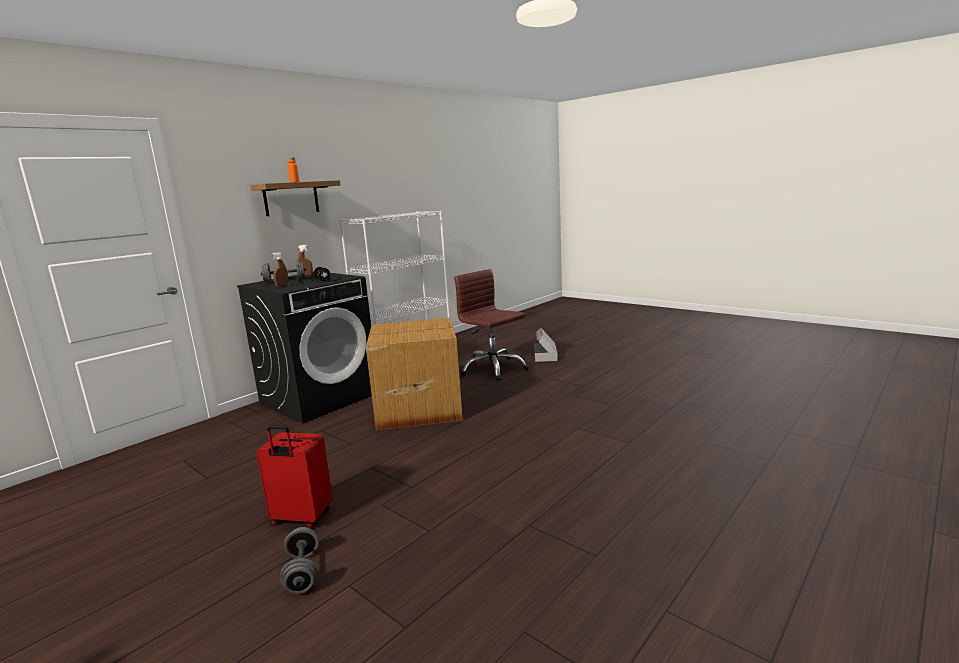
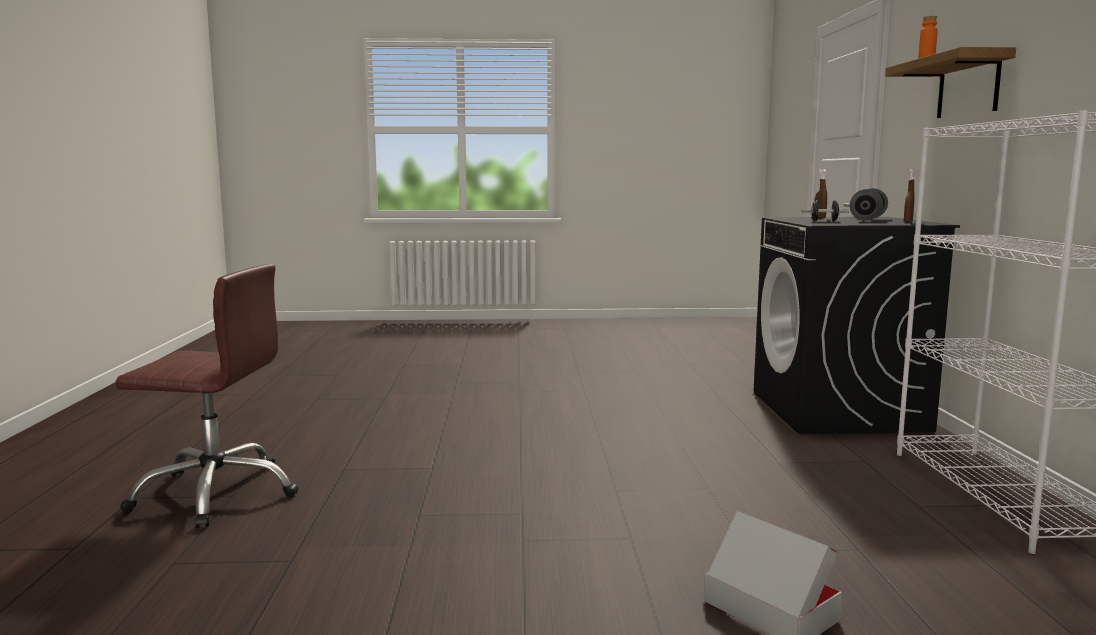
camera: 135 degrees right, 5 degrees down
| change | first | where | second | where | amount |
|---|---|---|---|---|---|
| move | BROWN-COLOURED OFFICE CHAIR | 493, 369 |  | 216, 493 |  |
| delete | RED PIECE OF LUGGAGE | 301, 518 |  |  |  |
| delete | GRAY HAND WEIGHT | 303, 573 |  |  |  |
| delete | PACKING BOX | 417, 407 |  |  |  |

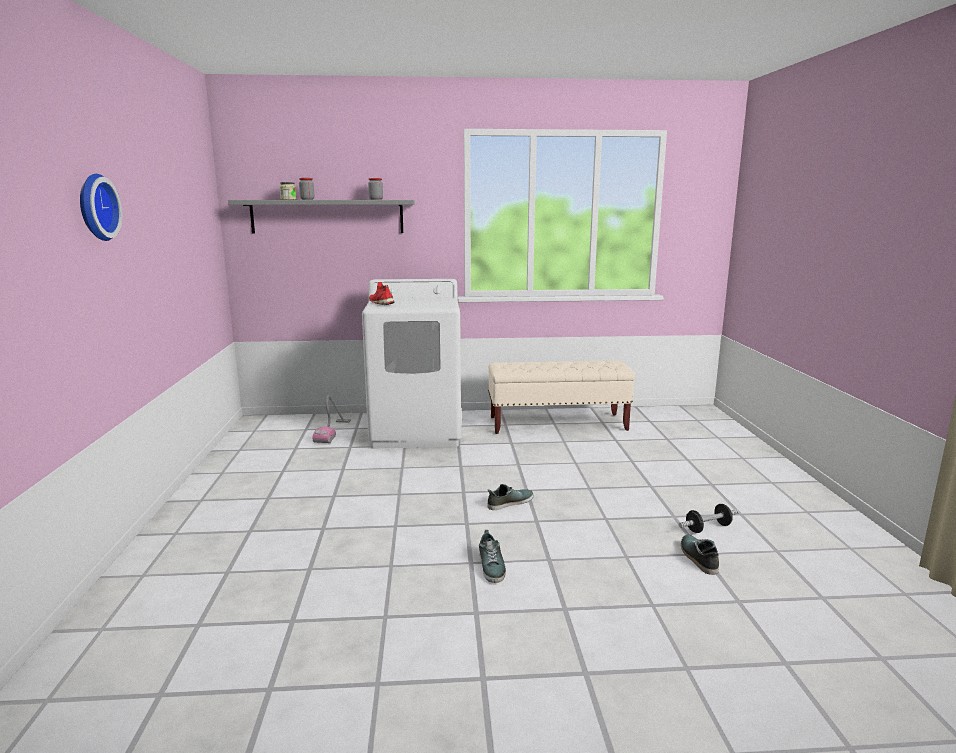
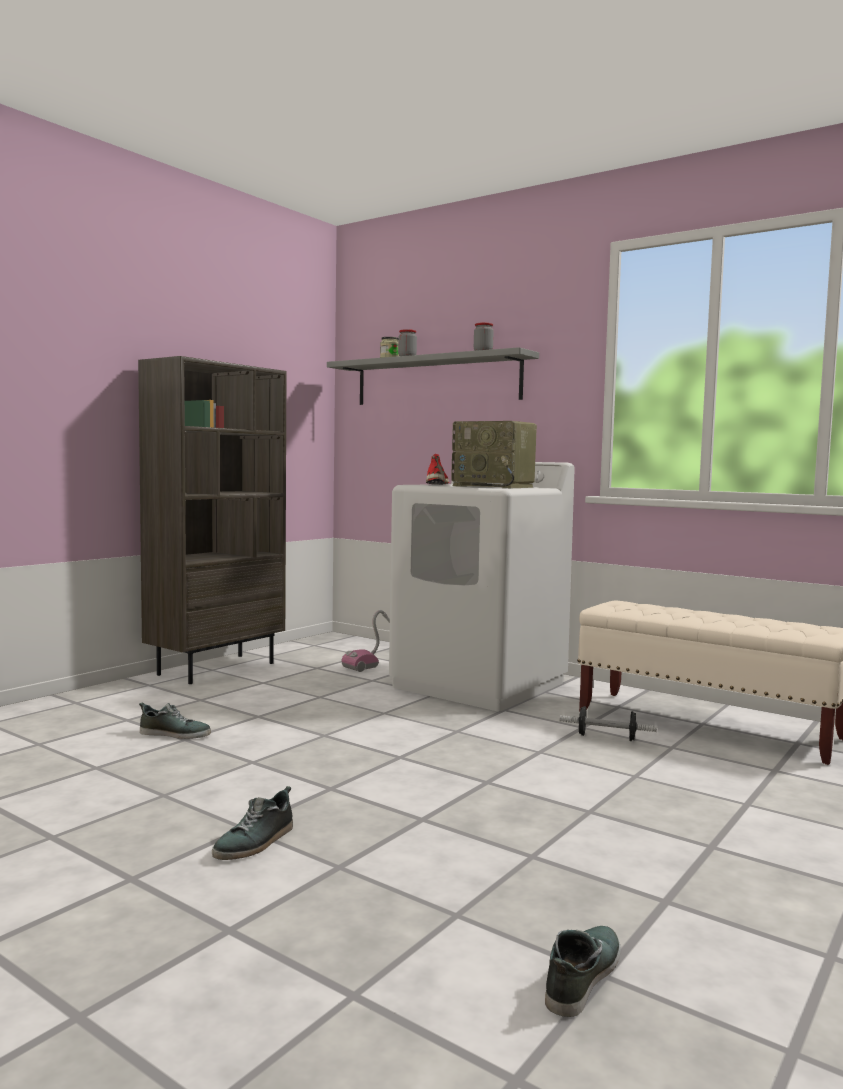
camera: 40 degrees right, 10 degrees down
| change | first | where | second | where | amount |
|---|---|---|---|---|---|
| insert |  |  | BROWN-COLOURED BOOKCASE | 216, 668 |  |
| move | ITEM OF FOOTWEAR | 510, 502 |  | 175, 733 |  |
| insert |  |  | RADIO SET | 495, 487 |  |
| move | HAND WEIGHT | 708, 528 |  | 606, 737 |  |
| delete | WALL CLOCK | 95, 207 |  |  |  |

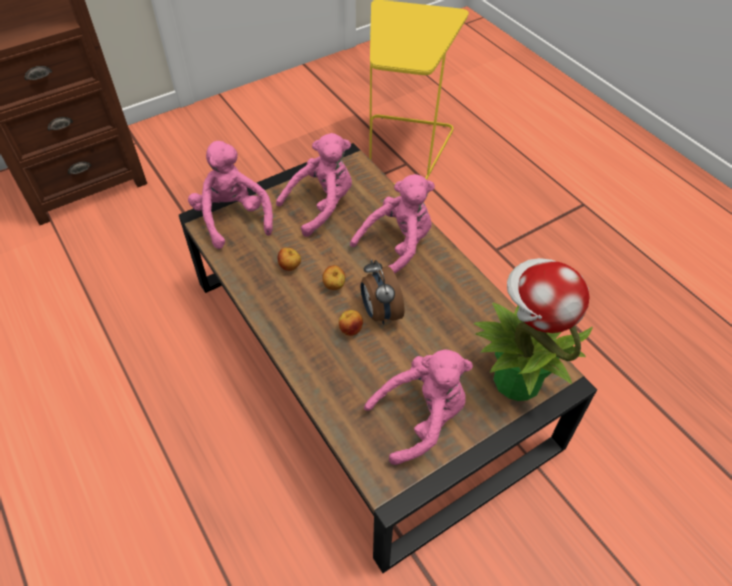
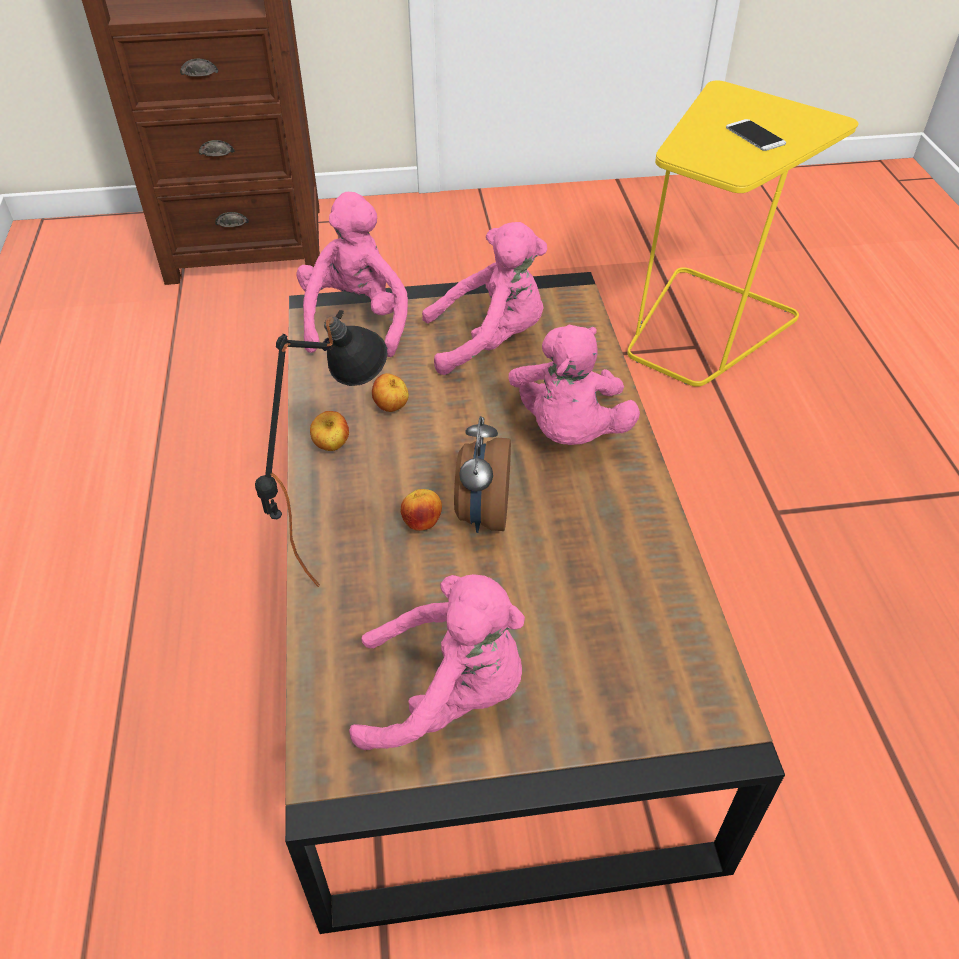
camera: 25 degrees right, 5 degrees down
| change | first | where | second | where | amount |
|---|---|---|---|---|---|
| insert |  |  | BLACK-COLOURED LAMP FOR A TABLE | 338, 536 |  |
| move | APPLE | 334, 286 |  | 332, 446 |  |
| rotate | PINK-COLOURED CUDDLY TOY | 397, 247 |  | 568, 431 | 105 degrees clockwise |
| insert |  |  | TELEPHONE | 755, 136 |  |
| delete | HOUSEPLANT | 515, 378 |  |  |  |

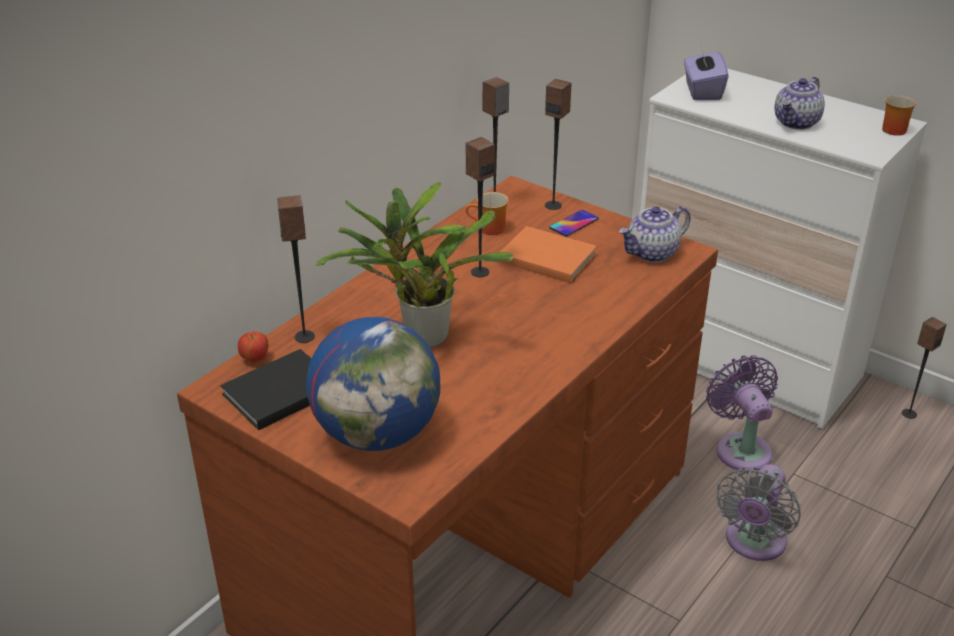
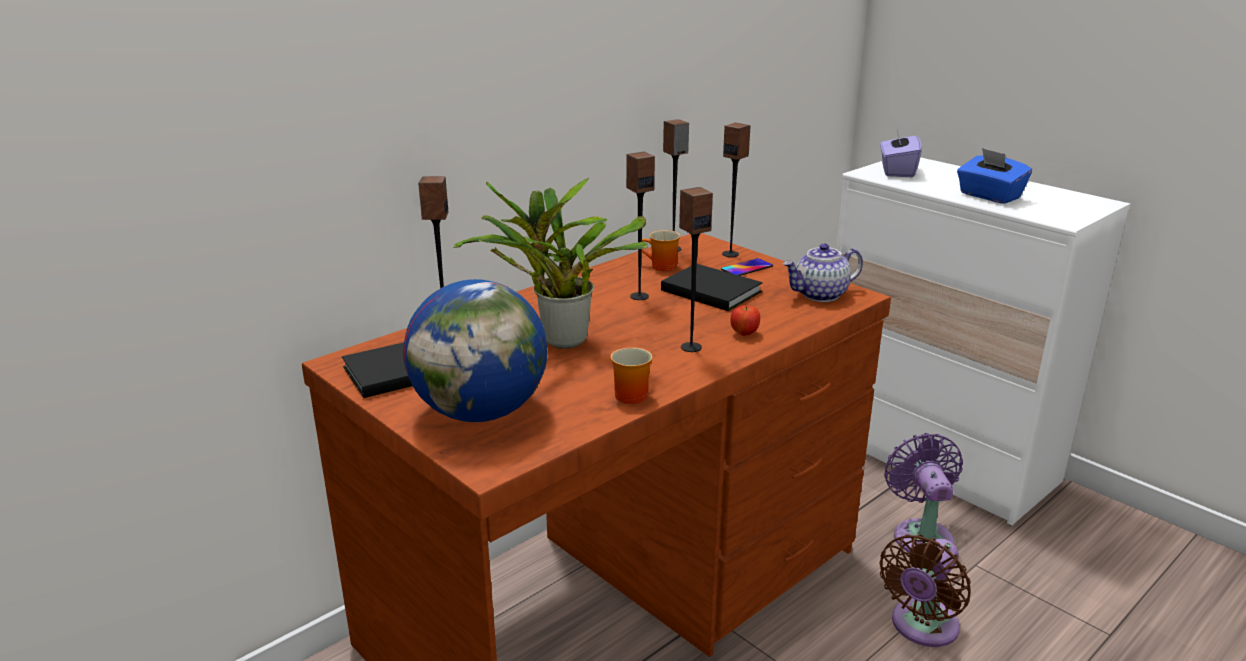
camera: 10 degrees right, 10 degrees down
| change | first | where | second | where | amount |
|---|---|---|---|---|---|
| move | TEA MUG | 892, 129 |  | 631, 393 |  |
| recolor | ORANGEY BOUND BOOK | 546, 257 | BLACK-COLOURED BOUND BOOK | 710, 290 |  |
| move | SPEAKER | 908, 413 |  | 691, 347 |  |
| move | APPLE | 255, 359 |  | 744, 334 |  |
| recolor | GRAY COOLING FAN | 753, 543 | BROWN-COLOURED COOLING FAN | 921, 627 |  |
| replace | TEA POT | 797, 123 | BLUE-COLOURED BOX OF TISSUES | 989, 196 |  |

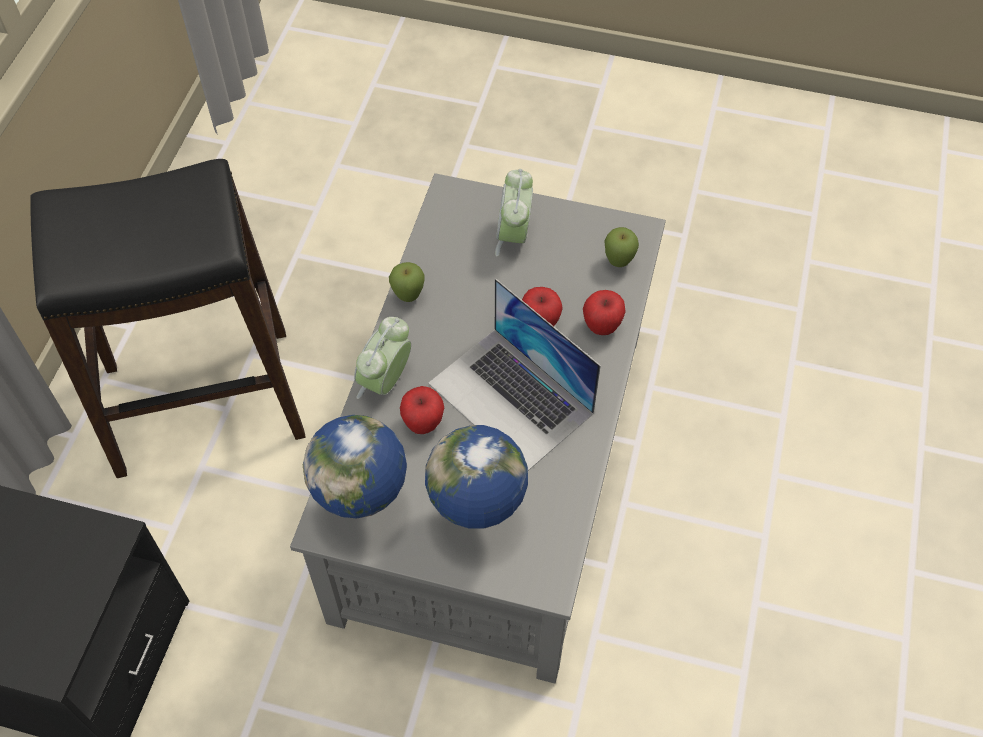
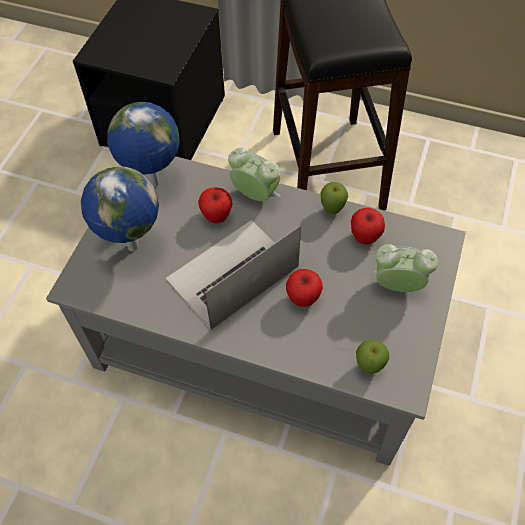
camera: 95 degrees right, 0 degrees up
| change | first | where | second | where | amount |
|---|---|---|---|---|---|
| move | APPLE | 601, 326 |  | 365, 237 |  |

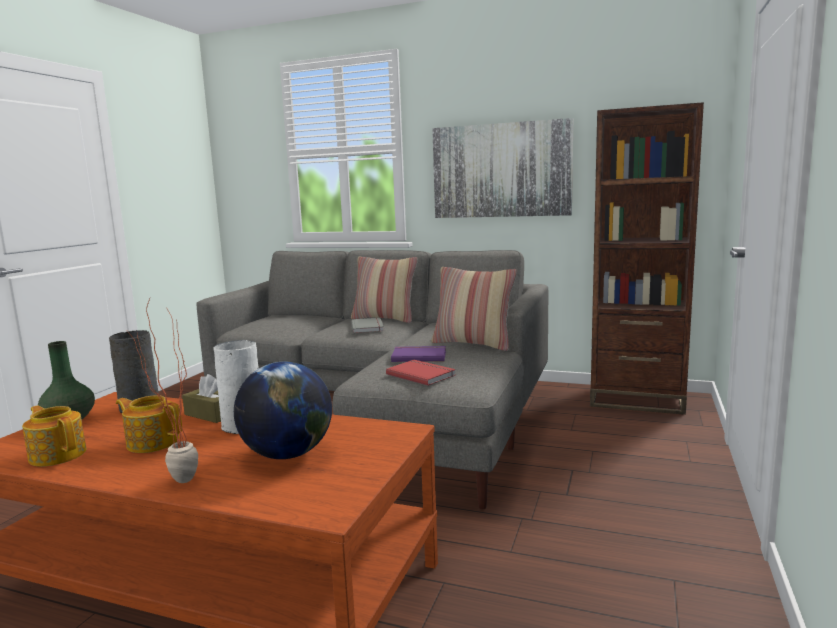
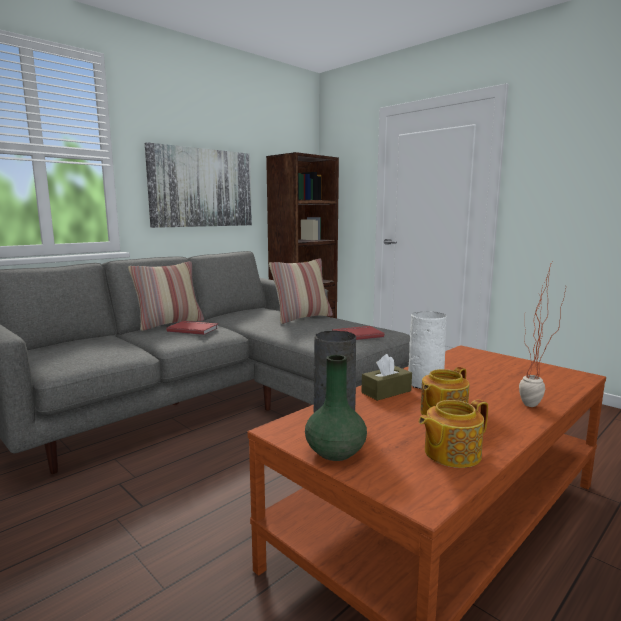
camera: 65 degrees left, 0 degrees up
| change | first | where | second | where | amount |
|---|---|---|---|---|---|
| recolor | GRAY BOUND BOOK | 368, 327 | RED BOUND BOOK | 193, 329 |  |
| delete | WORLD GLOBE | 287, 454 |  |  |  |
| delete | PURPLE-COLOURED BOUND BOOK | 419, 356 |  |  |  |

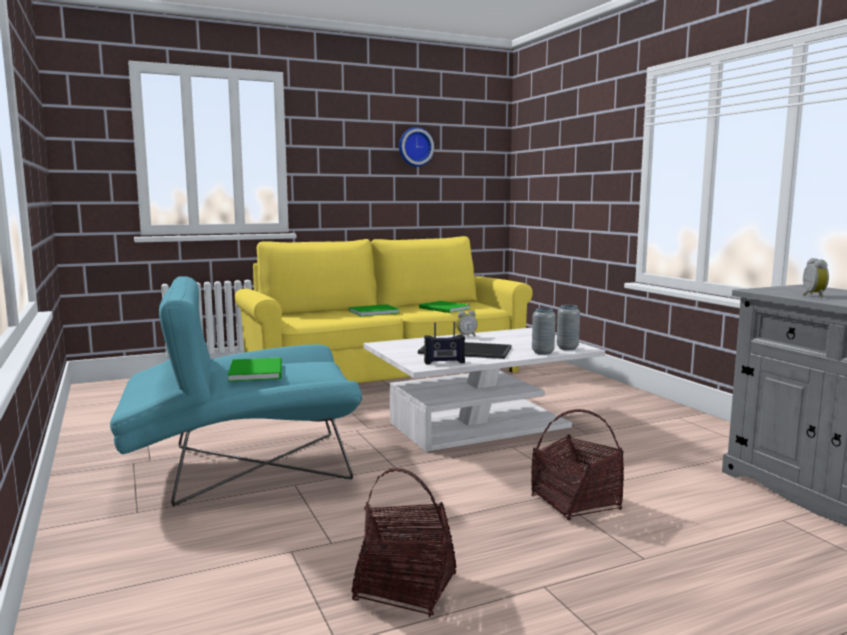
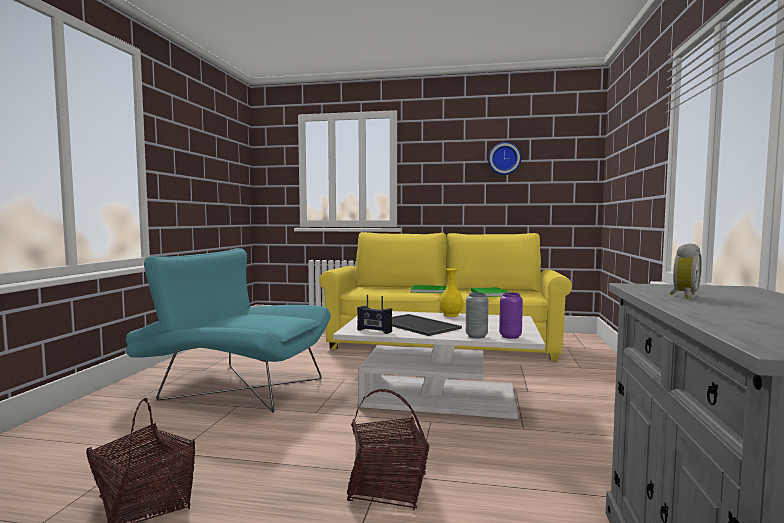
camera: 35 degrees right, 5 degrees down
| change | first | where | second | where | amount |
|---|---|---|---|---|---|
| replace | BEDSIDE CLOCK | 466, 336 | YELLOW-COLOURED DECORATIVE VASE | 451, 315 |  |
| recolor | GRAY DECORATIVE VASE | 567, 348 | PURPLE-COLOURED DECORATIVE VASE | 510, 336 |  |
| delete | GREENISH BOUND BOOK | 258, 371 |  |  |  |

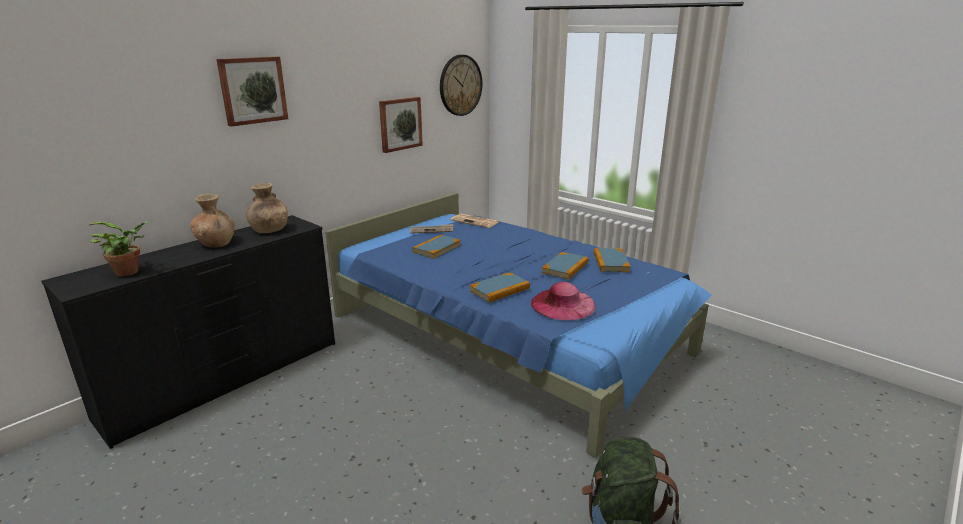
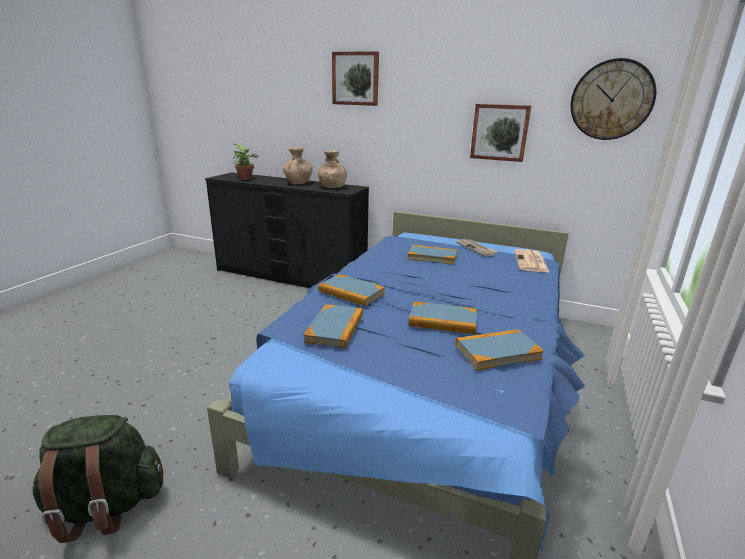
camera: 70 degrees right, 0 degrees up
| change | first | where | second | where | amount |
|---|---|---|---|---|---|
| replace | PINK-COLOURED HAT | 563, 304 | BOUND BOOK | 335, 328 |  |

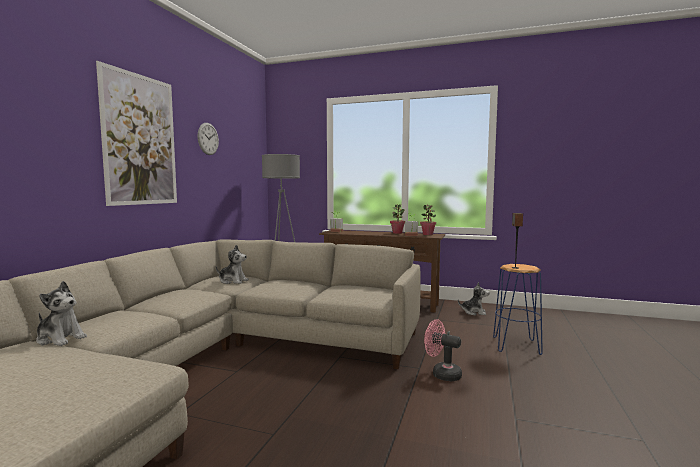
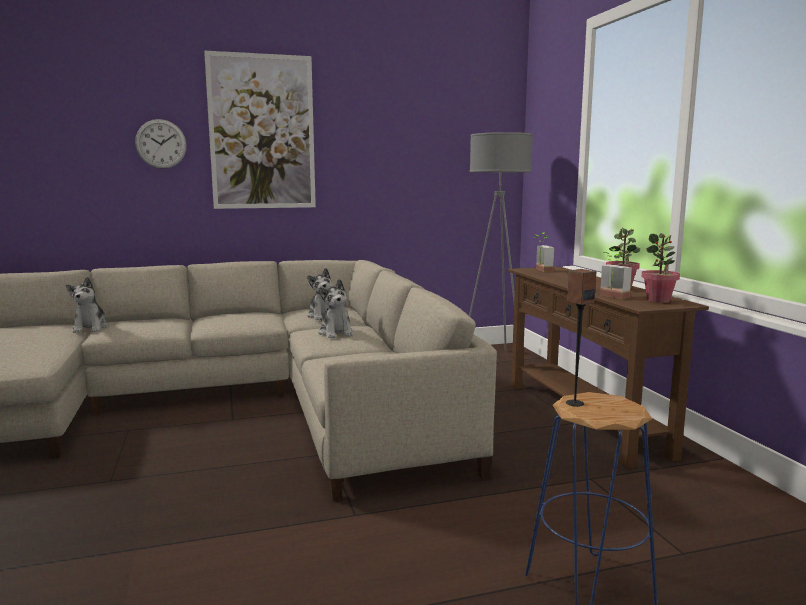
camera: 55 degrees right, 5 degrees up
| change | first | where | second | where | amount |
|---|---|---|---|---|---|
| move | WALL CLOCK | 208, 139 |  | 161, 144 |  |
| move | CUDDLY TOY | 474, 312 |  | 336, 333 |  |
| delete | PINK-COLOURED COOLING FAN | 442, 374 |  |  |  |

